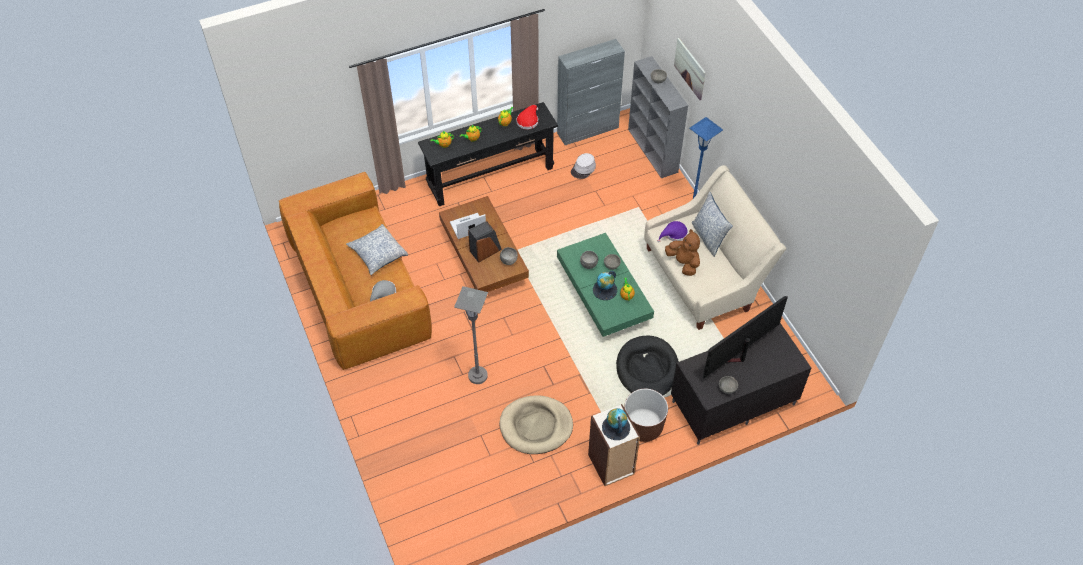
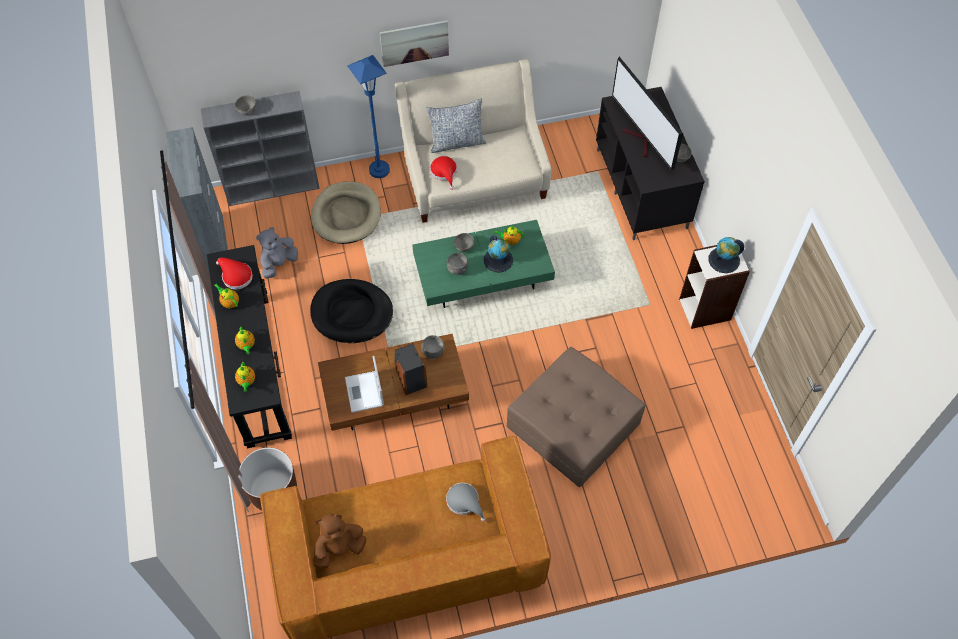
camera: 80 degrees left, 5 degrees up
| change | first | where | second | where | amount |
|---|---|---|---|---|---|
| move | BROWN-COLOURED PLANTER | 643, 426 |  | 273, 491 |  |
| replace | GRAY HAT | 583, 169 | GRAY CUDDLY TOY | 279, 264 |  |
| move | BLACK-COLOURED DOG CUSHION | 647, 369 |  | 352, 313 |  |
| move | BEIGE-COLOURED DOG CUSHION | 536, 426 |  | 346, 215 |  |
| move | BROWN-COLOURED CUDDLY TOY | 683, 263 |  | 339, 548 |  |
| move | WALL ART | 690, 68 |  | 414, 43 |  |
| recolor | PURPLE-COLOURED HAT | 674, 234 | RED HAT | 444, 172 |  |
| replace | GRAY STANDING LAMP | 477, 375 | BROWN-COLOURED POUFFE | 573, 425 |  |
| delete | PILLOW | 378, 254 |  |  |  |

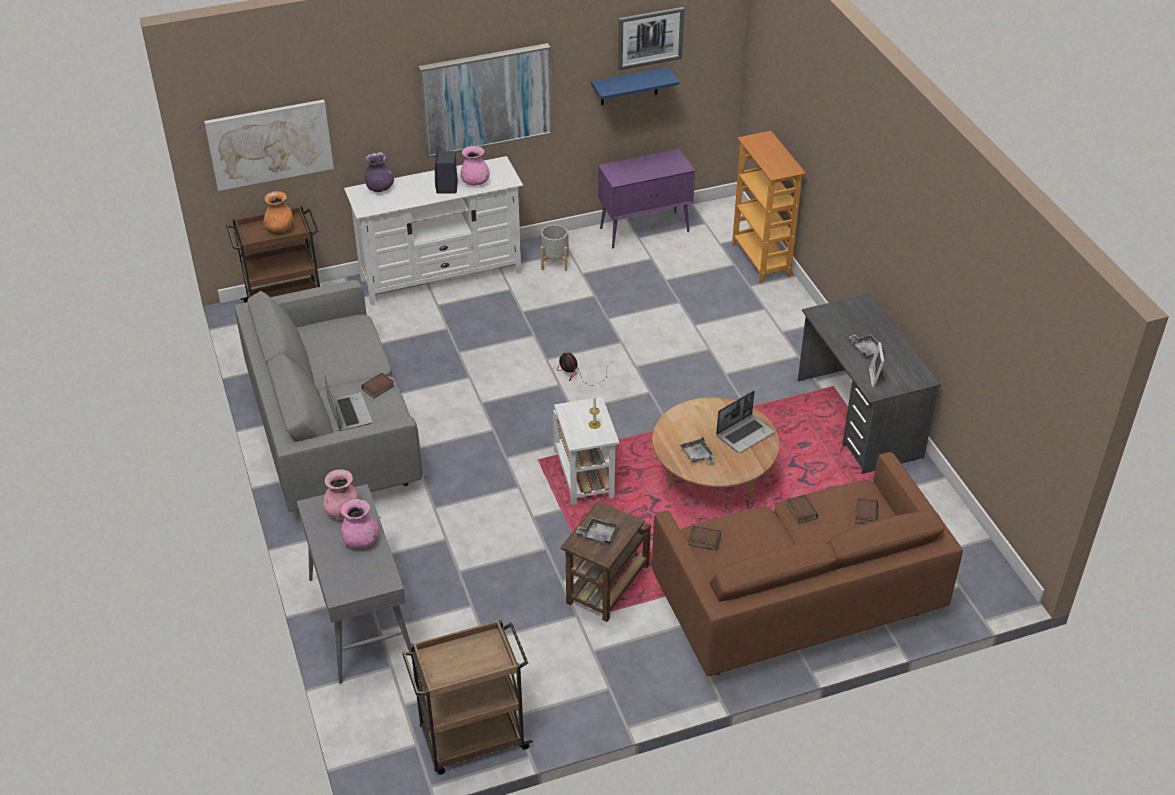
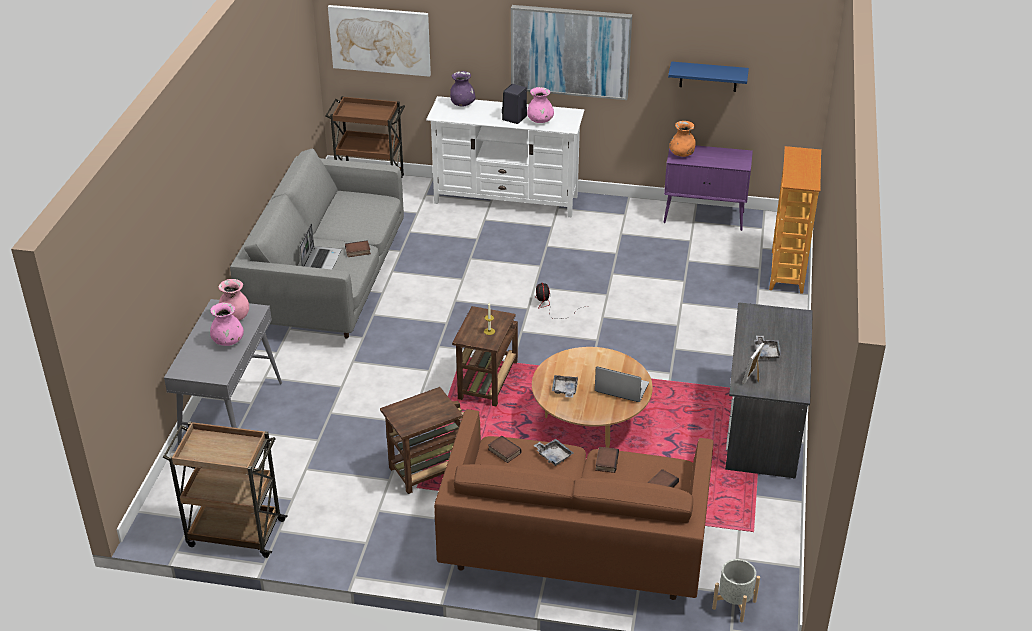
camera: 30 degrees right, 5 degrees down
| change | first | where | second | where | amount |
|---|---|---|---|---|---|
| recolor | WHITE-COLOURED SIDE TABLE | 584, 475 | BROWN-COLOURED SIDE TABLE | 487, 382 |  |
| move | GRAY SERVING TRAY | 598, 534 |  | 553, 455 |  |
| rotate | PORTABLE COMPUTER | 745, 433 |  | 620, 388 | 150 degrees counterclockwise |
| move | ORANGEY DECORATIVE VASE | 280, 228 |  | 682, 154 |  |
| move | GRAY PLANTER | 555, 262 |  | 734, 605 |  |
| delete | WALL ART | 650, 38 |  |  |  |

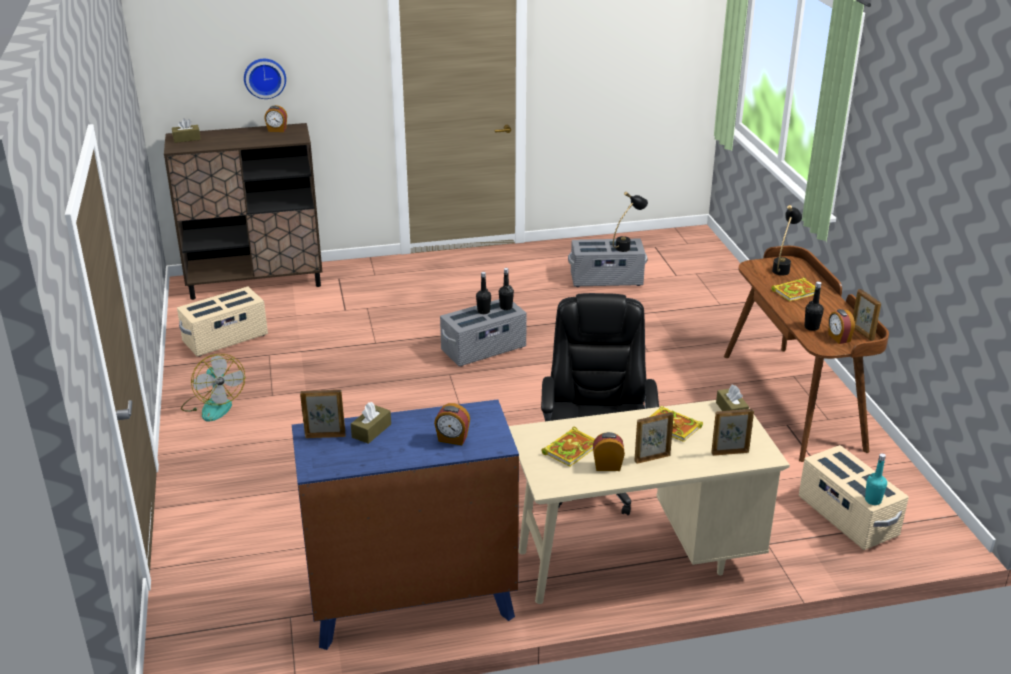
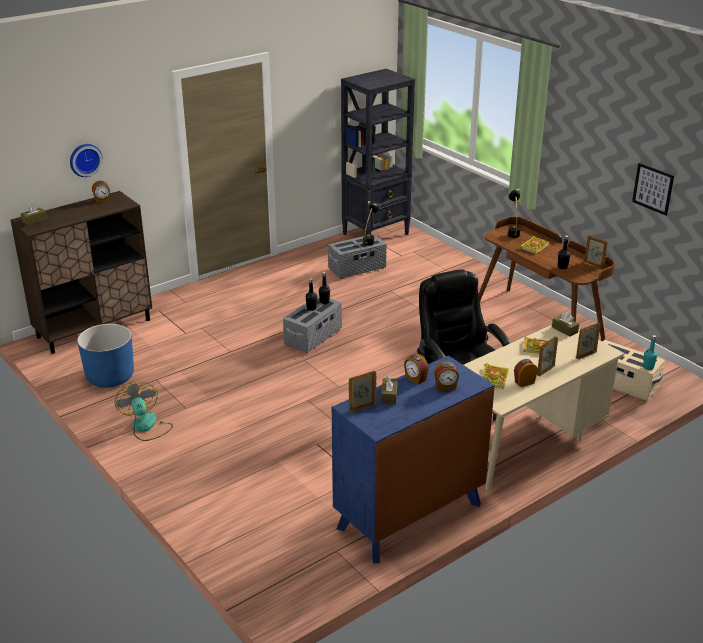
camera: 25 degrees left, 0 degrees up
| change | first | where | second | where | amount |
|---|---|---|---|---|---|
| replace | BEIGE-COLOURED STORAGE BOX | 226, 339 | BLUE-COLOURED PLANTER | 110, 377 |  |
| rotate | COOLING FAN | 213, 405 |  | 146, 427 | 150 degrees counterclockwise |
| insert |  |  | BLACK-COLOURED BOOKCASE | 376, 234 |  |
| move | BEDSIDE CLOCK | 838, 338 |  | 415, 379 |  |
| insert |  |  | WALL ART | 653, 188 |  |

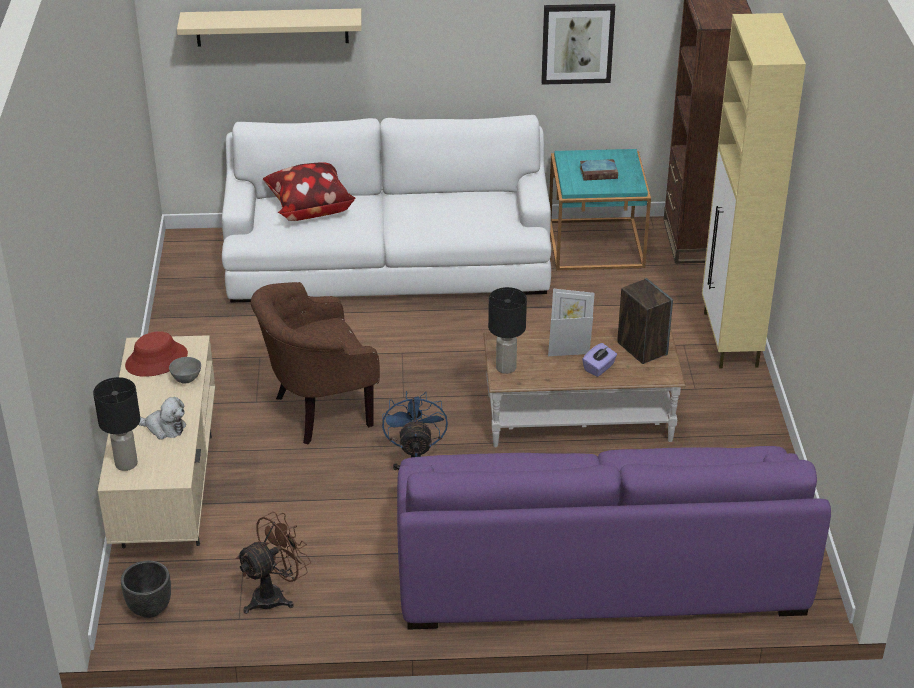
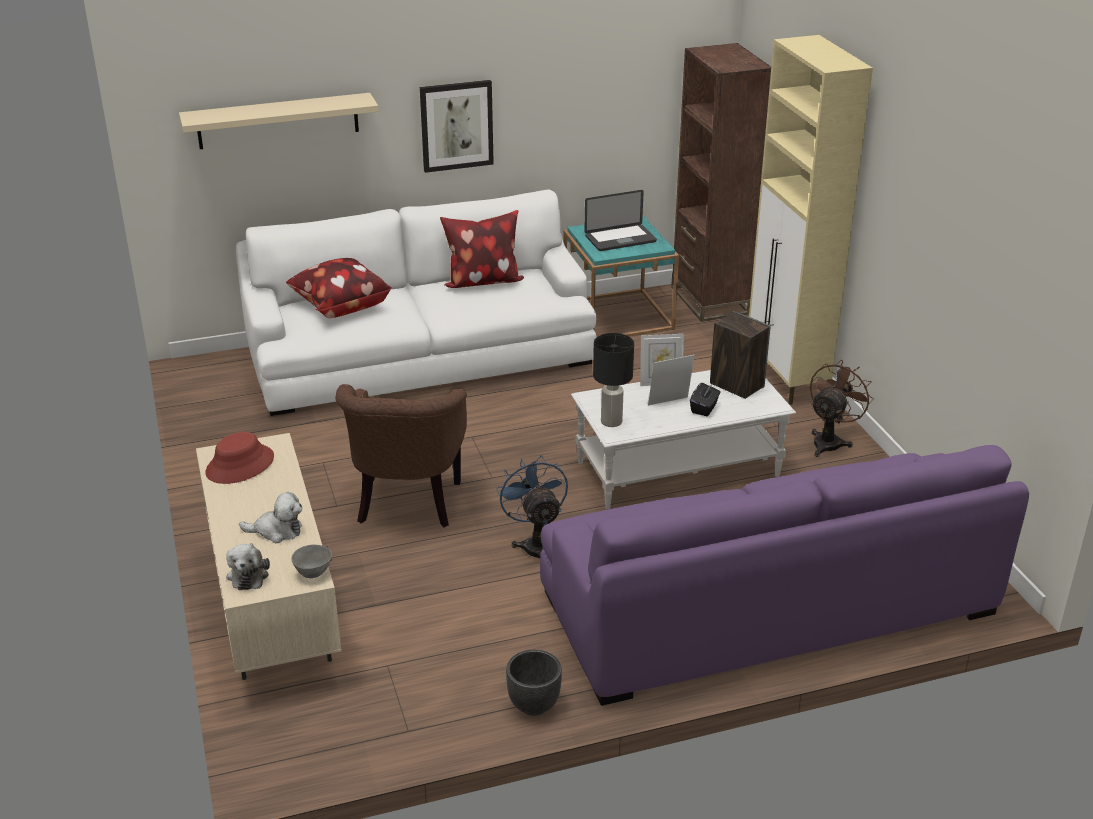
camera: 15 degrees left, 5 degrees down
| change | first | where | second | where | amount |
|---|---|---|---|---|---|
| replace | BLACK-COLOURED LAMP FOR A TABLE | 126, 463 | CUDDLY TOY | 248, 574 |  |
| move | GRAY DEEP DISH | 187, 379 |  | 313, 573 |  |
| rotate | BROWN-COLOURED EASY CHAIR | 317, 412 |  | 407, 505 | 45 degrees counterclockwise |
| move | WALL ART | 577, 43 |  | 456, 125 |  |
| insert |  |  | PILLOW | 482, 281 |  |
| move | BLACK-COLOURED PLANTER | 149, 609 |  | 534, 706 |  |
| recolor | BROWN-COLOURED COFFEE TABLE | 578, 418 | WHITE-COLOURED COFFEE TABLE | 678, 469 |  |
| replace | BOUND BOOK | 599, 172 | PORTABLE COMPUTER | 620, 239 |  |
| recolor | PURPLE-COLOURED BOX OF TISSUES | 599, 368 | BLACK-COLOURED BOX OF TISSUES | 704, 408 |  |
| move | BROWN-COLOURED COOLING FAN | 275, 595 |  | 830, 441 |  |

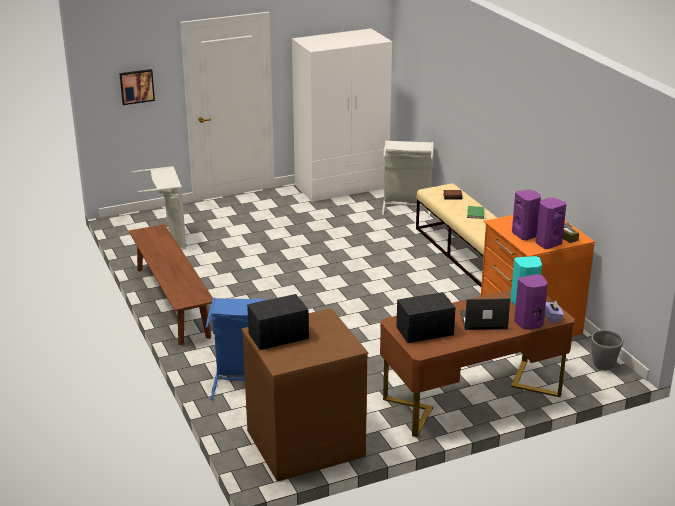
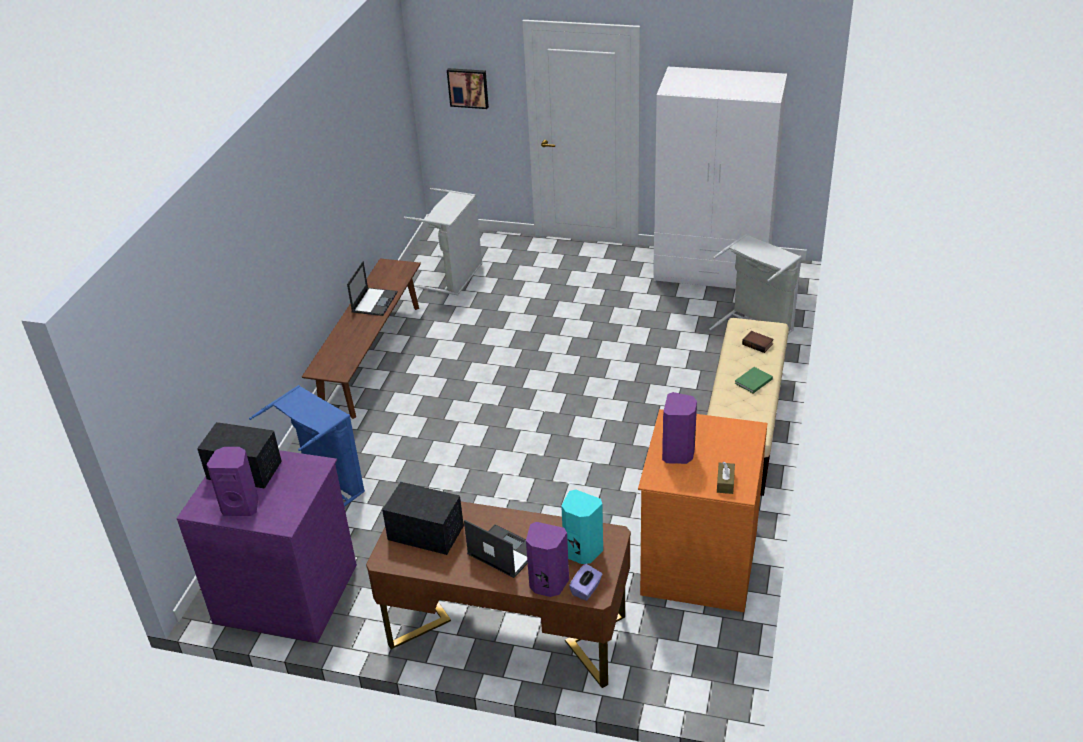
camera: 40 degrees right, 10 degrees up
| change | first | where | second | where | amount |
|---|---|---|---|---|---|
| recolor | BROWN-COLOURED DRAWER CHEST | 304, 442 | PURPLE-COLOURED DRAWER CHEST | 287, 591 |  |
| move | PURPLE-COLOURED SPEAKER | 547, 243 |  | 241, 506 |  |
| insert |  |  | PORTABLE COMPUTER | 374, 302 |  |
| delete | GRAY PLANTER | 603, 366 |  |  |  |

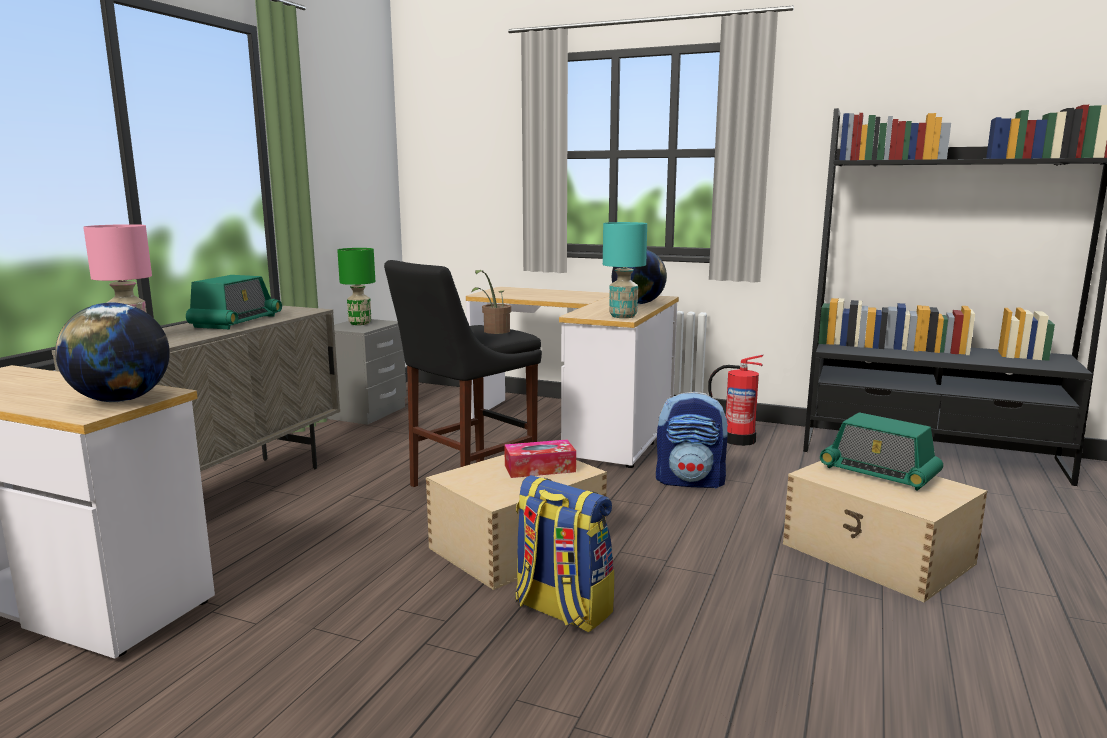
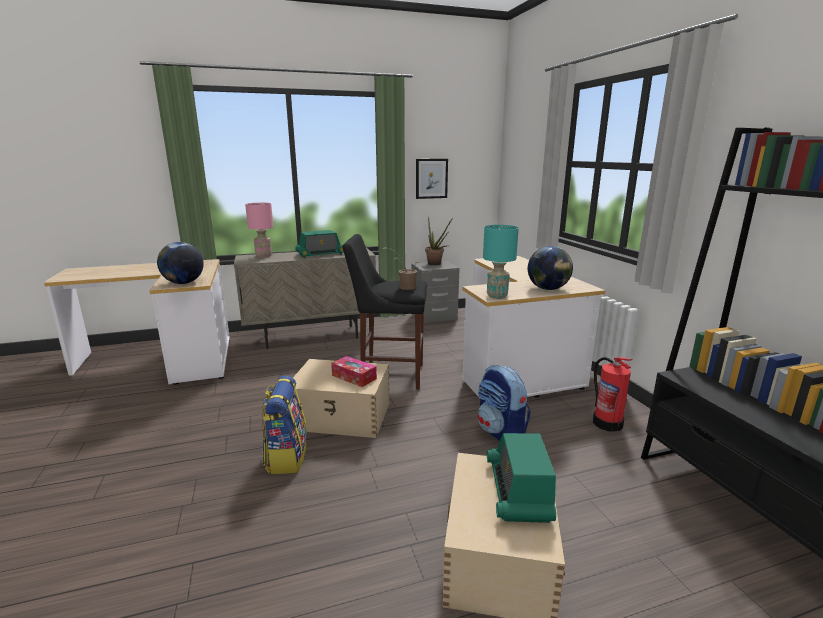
camera: 50 degrees right, 5 degrees up
| change | first | where | second | where | amount |
|---|---|---|---|---|---|
| insert |  |  | WALL ART | 431, 178 |  |
| replace | GREENISH LAMP FOR A TABLE | 360, 323 | HOUSEPLANT | 436, 264 |  |

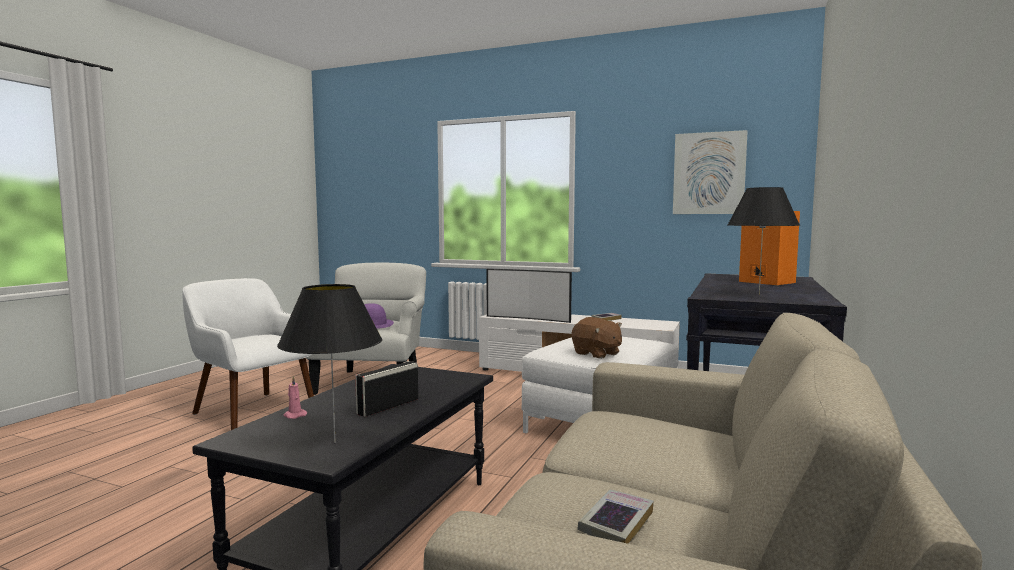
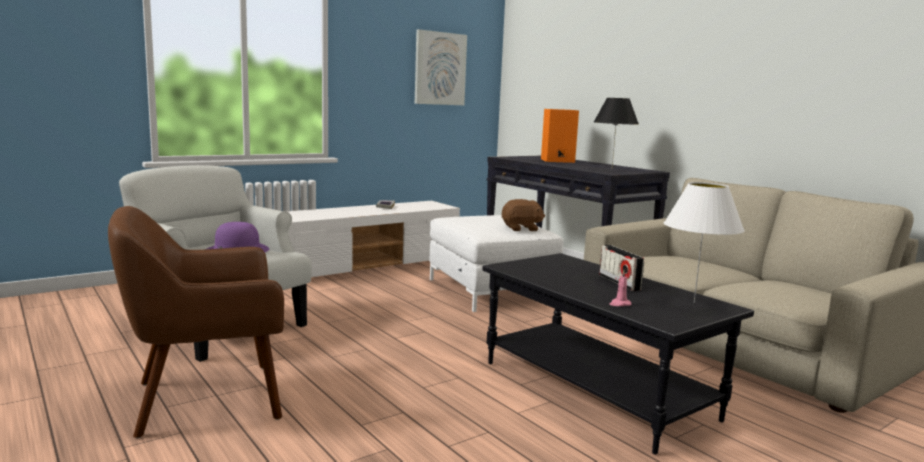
camera: 60 degrees left, 5 degrees up
| change | first | where | second | where | amount |
|---|---|---|---|---|---|
| recolor | WHITE-COLOURED EASY CHAIR | 252, 411 | BROWN-COLOURED EASY CHAIR | 205, 399 |  |
| recolor | BLACK-COLOURED LAMP FOR A TABLE | 334, 442 | WHITE-COLOURED LAMP FOR A TABLE | 693, 302 |  |
| delete | TELEVISION | 528, 318 |  |  |  |
| delete | BOUND BOOK | 616, 523 |  |  |  |

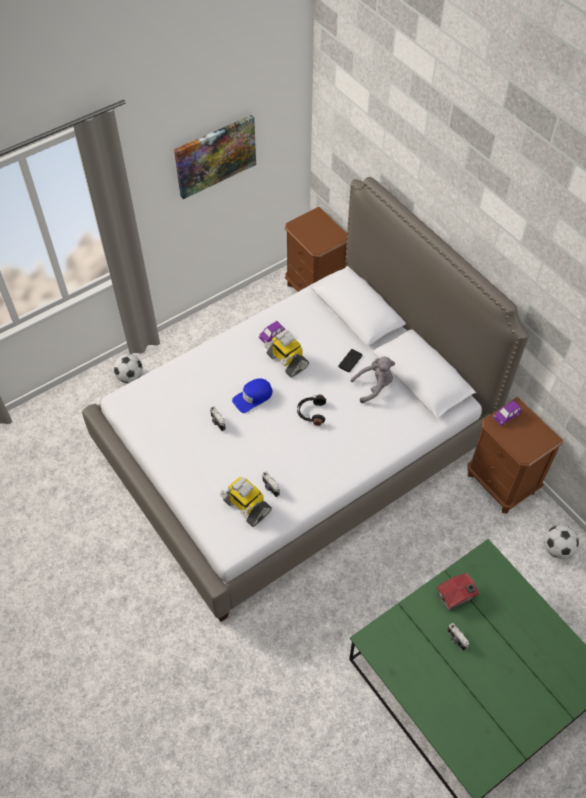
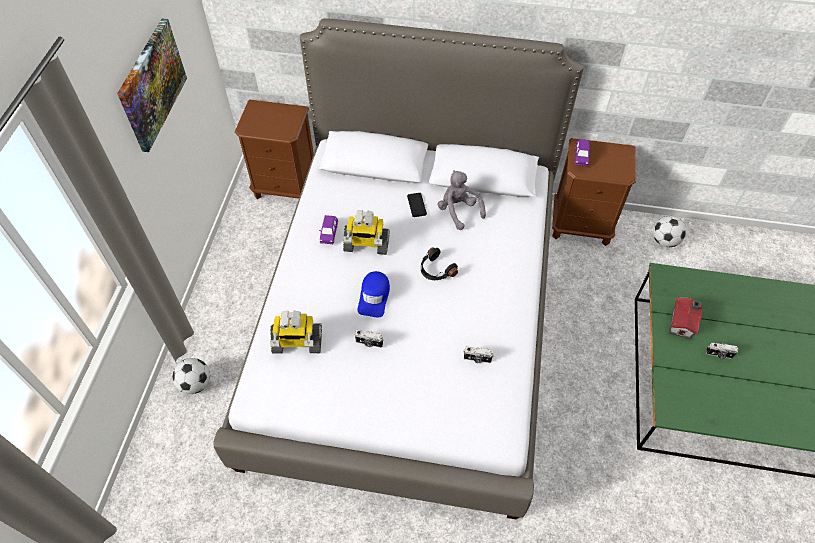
camera: 45 degrees left, 0 degrees up
| change | first | where | second | where | amount |
|---|---|---|---|---|---|
| move | MODEL ROBOT | 246, 507 |  | 297, 342 |  |
| rotate | GRAY CUDDLY TOY | 374, 386 |  | 458, 211 | 60 degrees counterclockwise |

